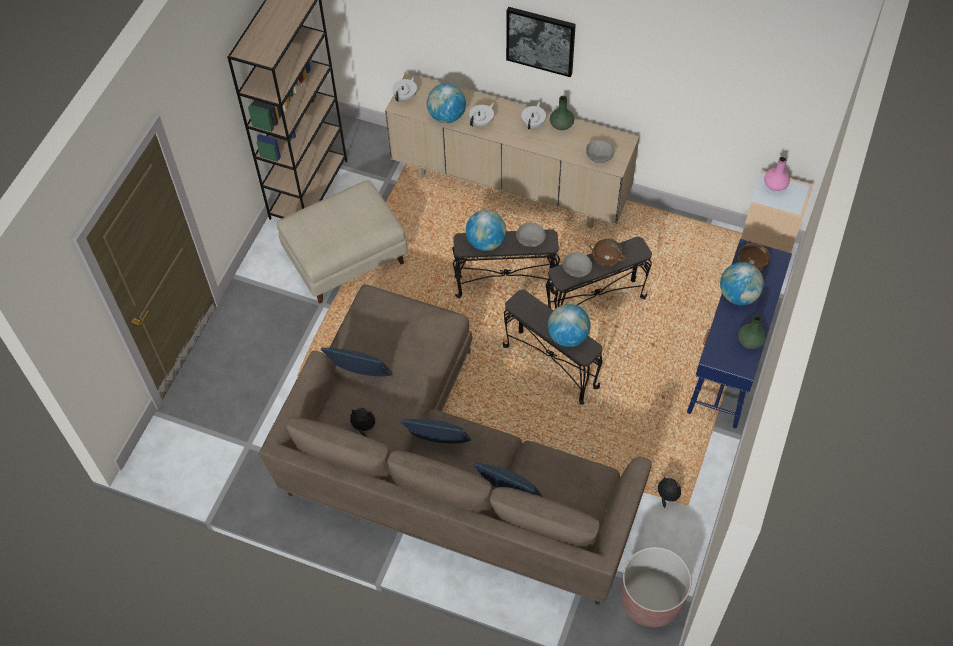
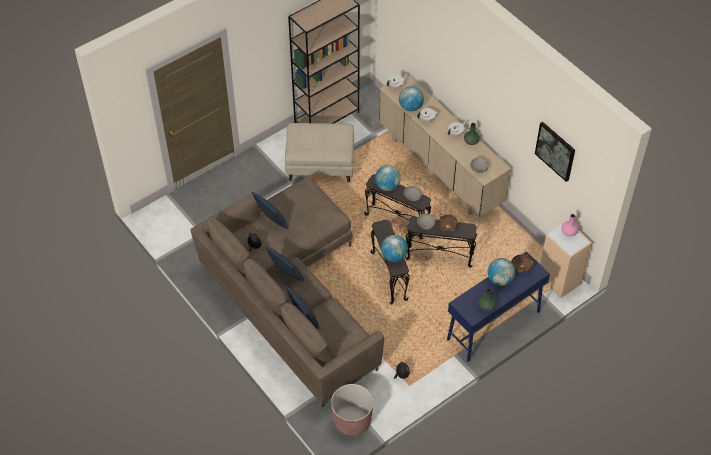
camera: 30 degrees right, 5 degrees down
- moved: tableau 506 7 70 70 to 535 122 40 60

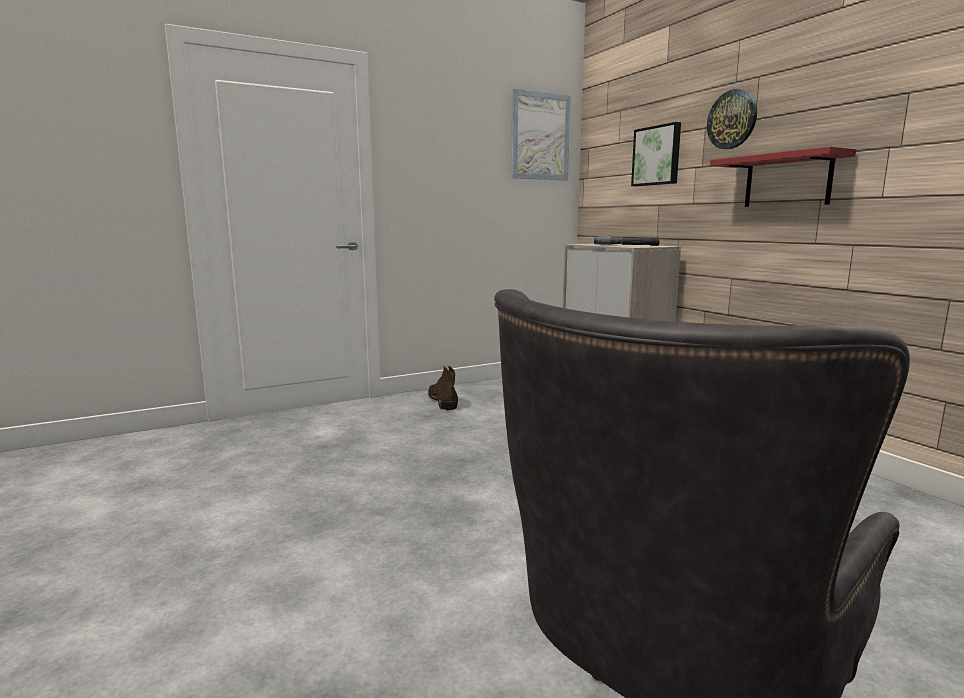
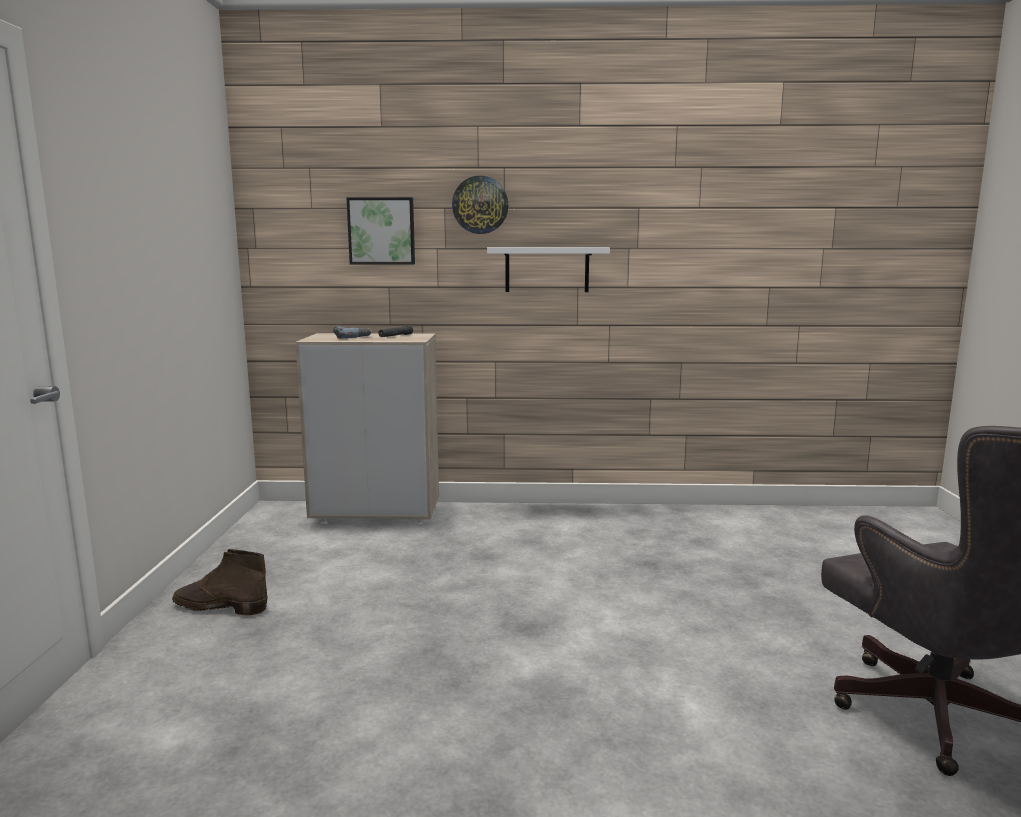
camera: 60 degrees left, 0 degrees up
- removed: tableau 511 89 60 92
- recoloured: étagère (rouge) 710 146 146 61 to étagère (blanc) 487 247 123 45

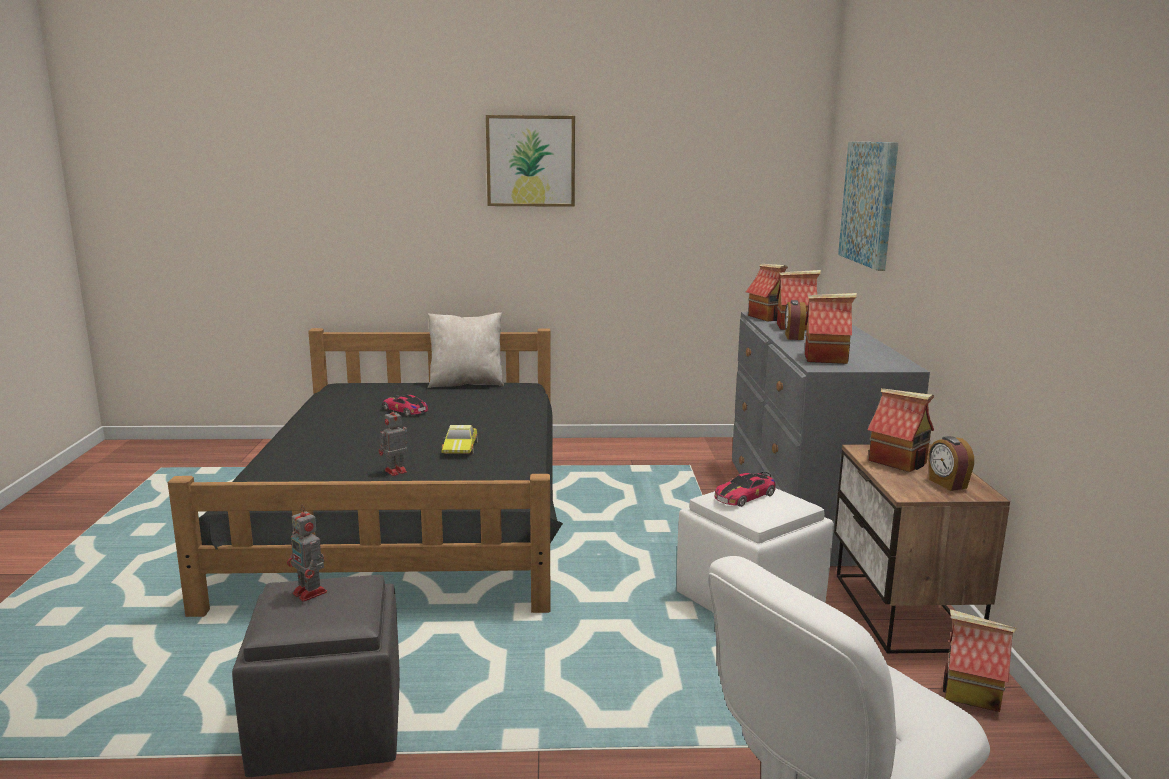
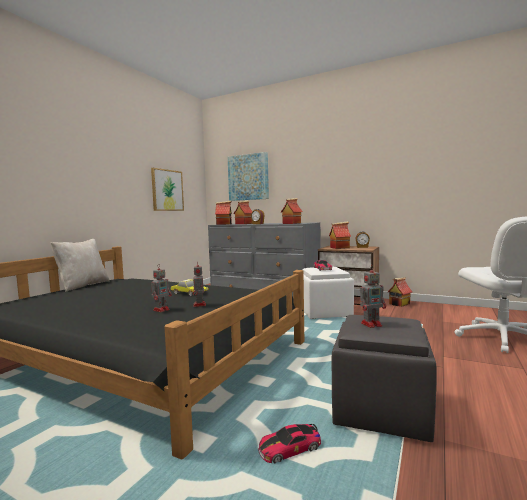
camera: 60 degrees left, 10 degrees down
- moved: petite voiture 383 395 45 21 to 258 424 63 40
- moved: tableau 486 115 89 92 to 151 168 33 43
- added: robot jouet 151 264 21 48

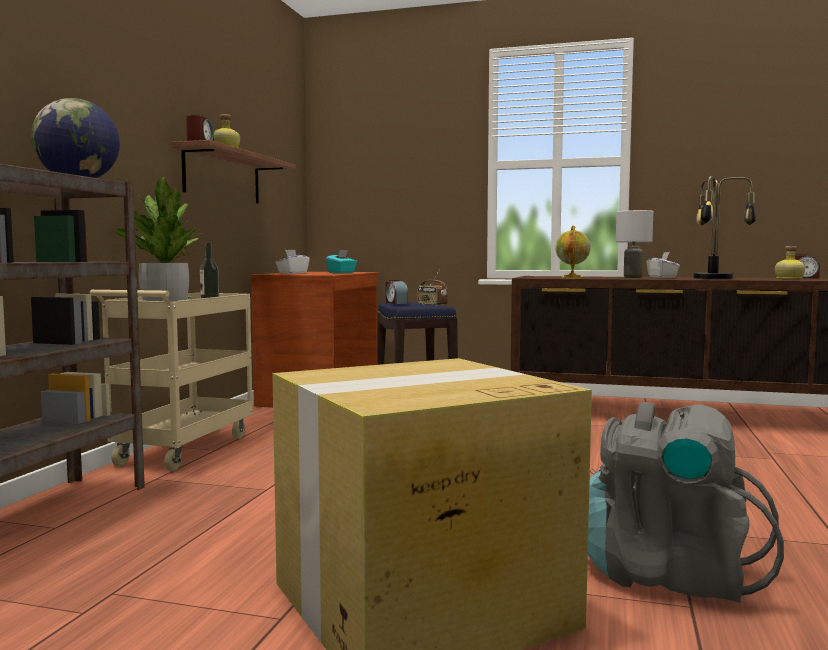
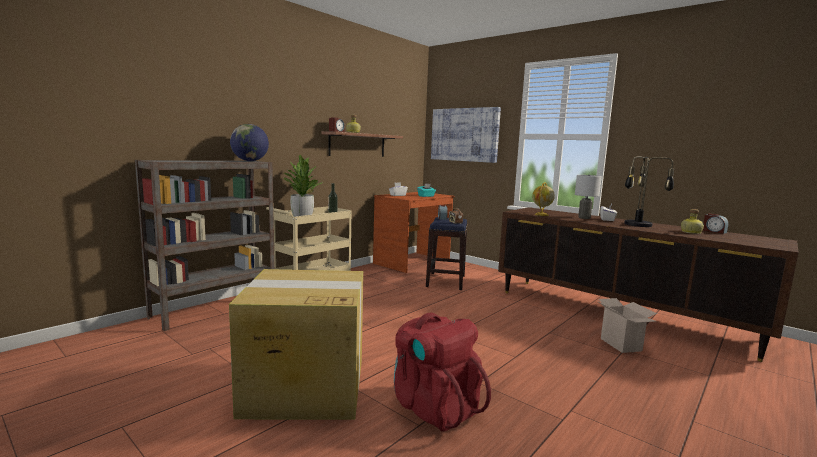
camera: 25 degrees right, 5 degrees up
- recoloured: sac à dos (gris) 588 402 196 201 to sac à dos (rouge) 394 313 97 118
- added: tableau 431 107 70 56
- added: carton 599 298 58 55

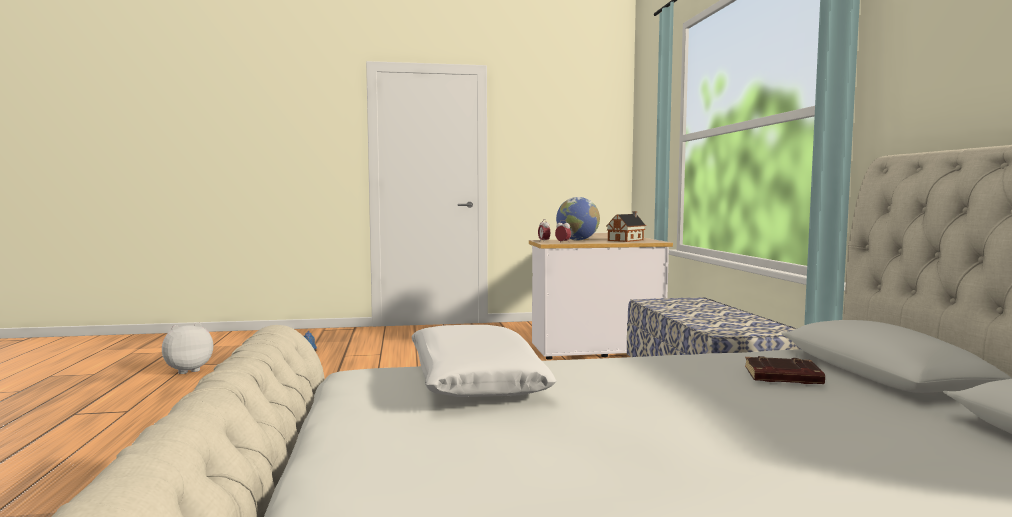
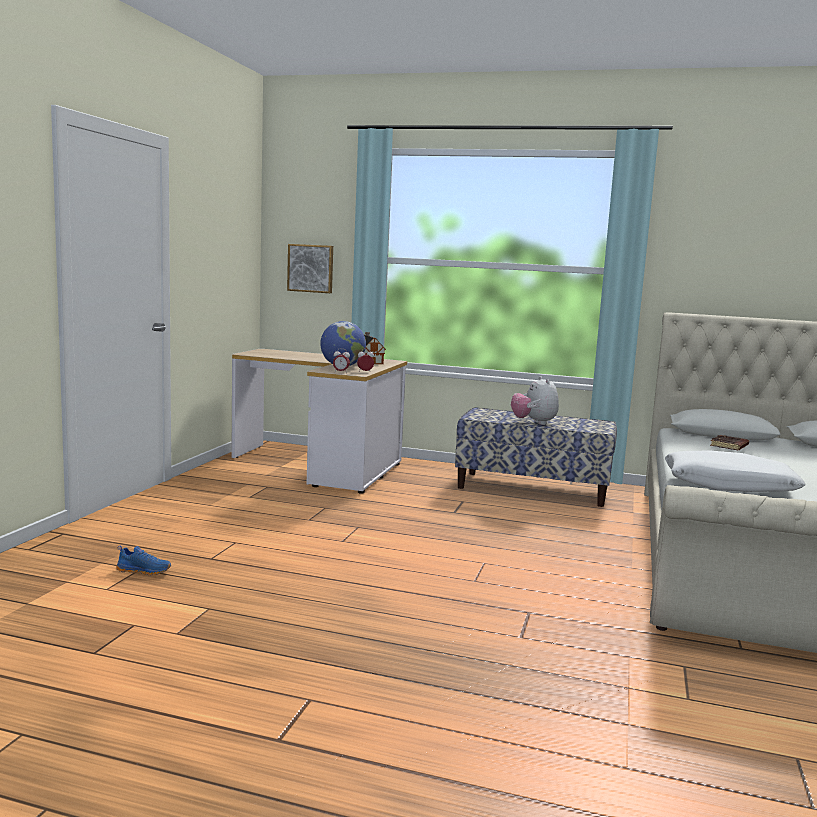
camera: 65 degrees left, 5 degrees up
- moved: peluche 162 322 51 52 to 511 376 48 49
- added: tableau 287 244 46 49

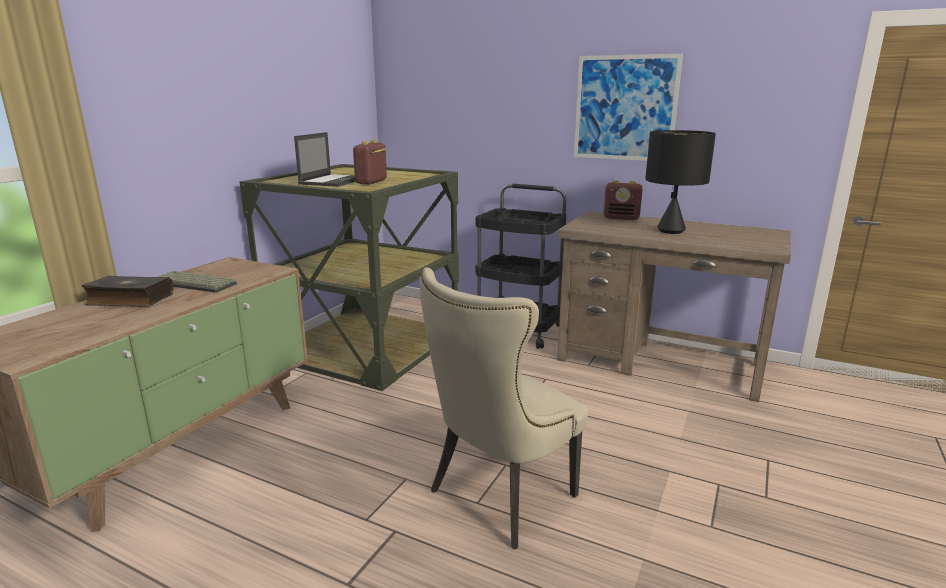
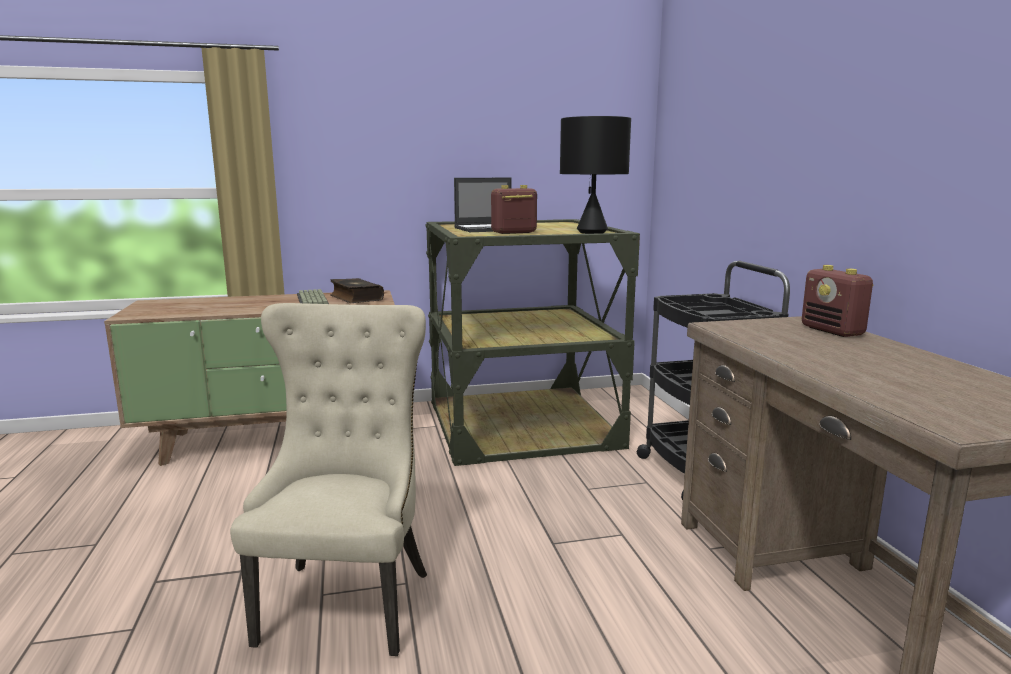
camera: 50 degrees right, 5 degrees down
- moved: livre 82 275 91 32 to 330 278 54 25
- turned: chaise (beige) 420 267 168 282 = 230 303 197 353 90 degrees clockwise
- removed: tableau 574 54 109 107
- moved: lampe de table (noir) 645 130 71 104 to 560 116 71 118

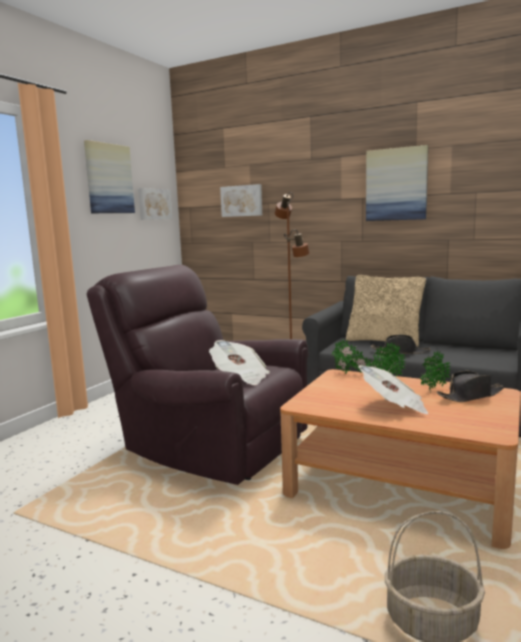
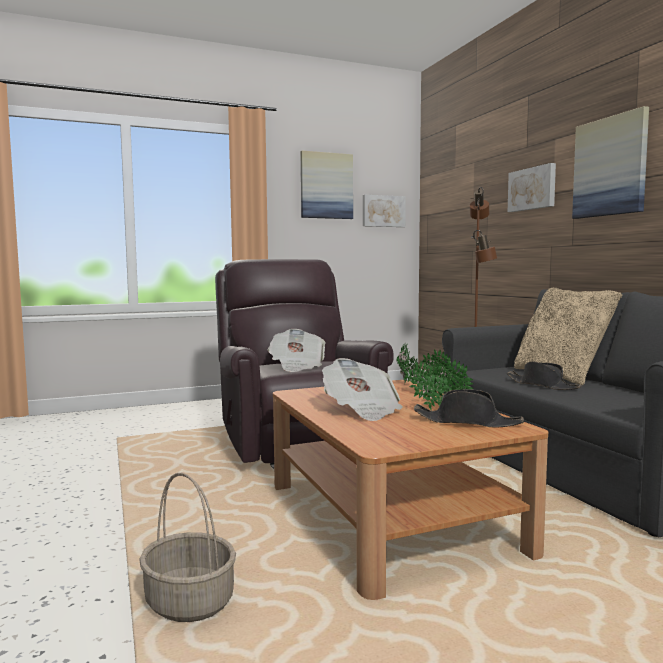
camera: 40 degrees right, 5 degrees down
- moved: tableau 220 184 42 33 to 508 163 48 49

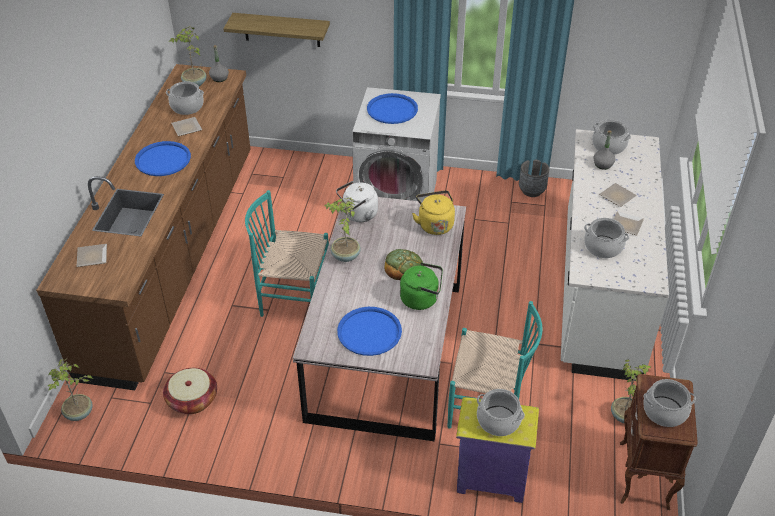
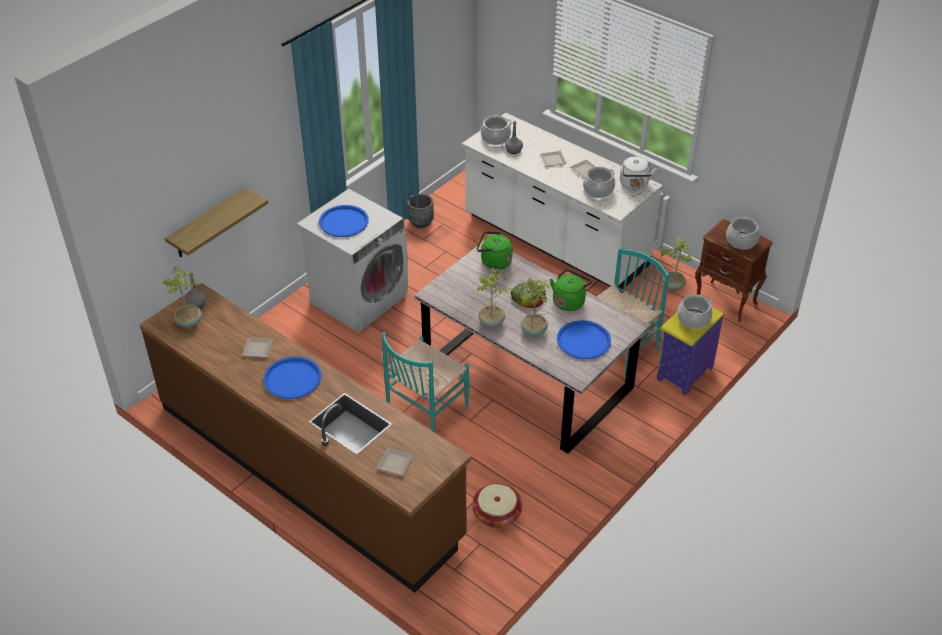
camera: 60 degrees left, 0 degrees up
- moved: plante en pot 48 358 45 63 to 520 277 30 59
- removed: marmite 166 81 38 34
- moved: bouilloire (blanc) 336 181 42 41 to 620 157 37 33
- recoloured: bouilloire (jaune) 412 190 43 45 to bouilloire (vert) 477 231 36 39

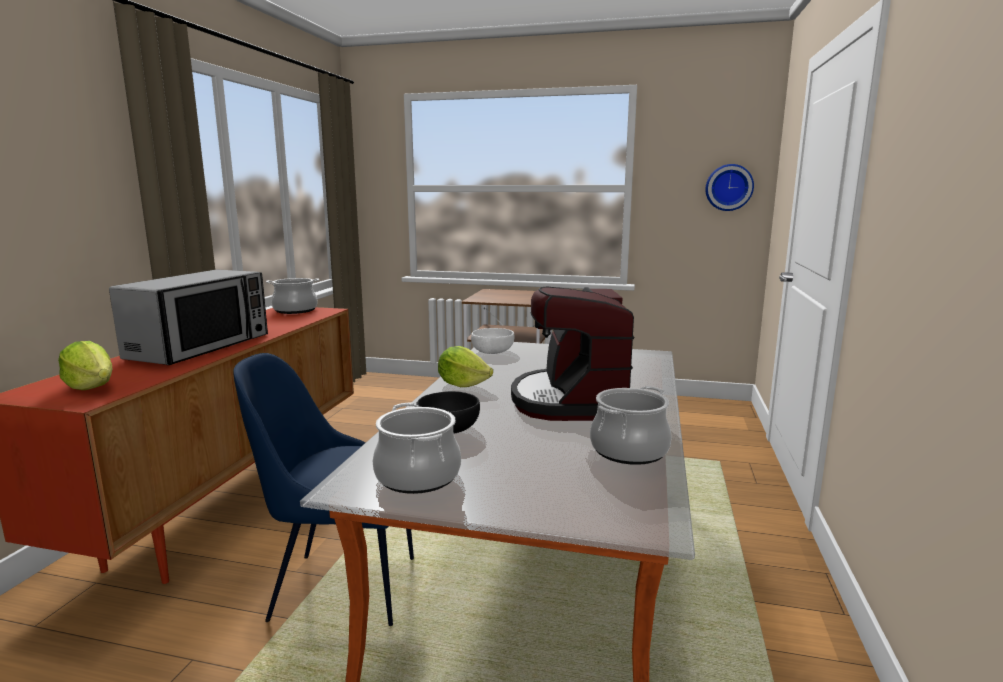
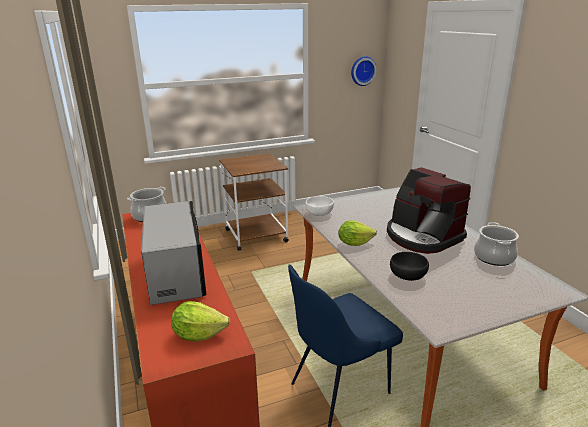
camera: 35 degrees left, 10 degrees up
- removed: marmite 373 403 88 91

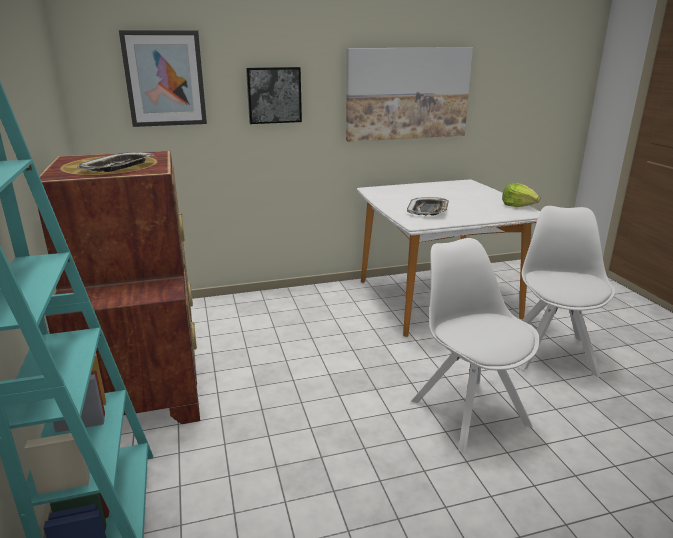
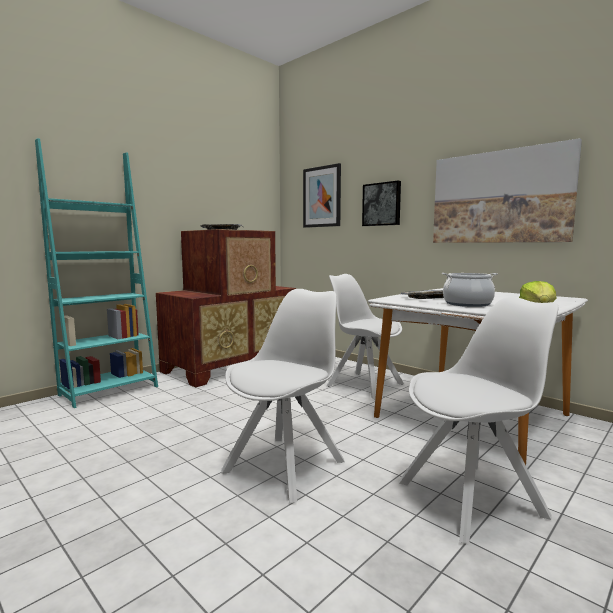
camera: 60 degrees right, 15 degrees down
- added: chaise (blanc) 327 274 77 125
- added: marmite 442 273 55 34

